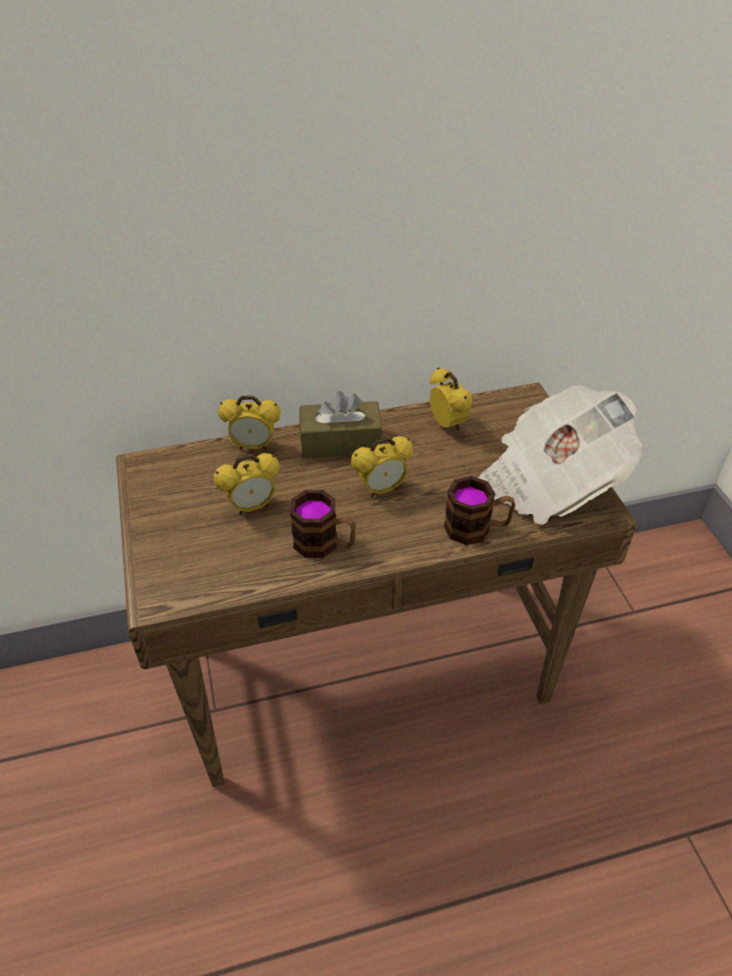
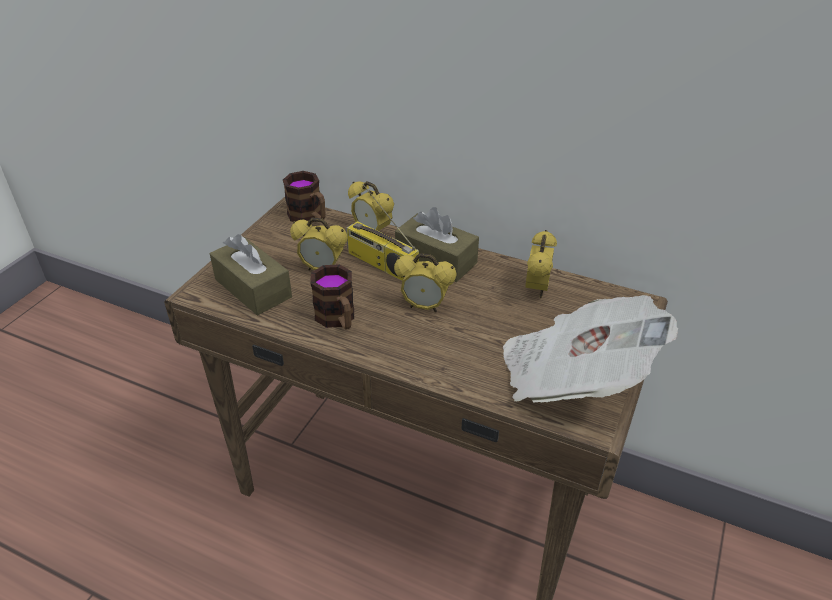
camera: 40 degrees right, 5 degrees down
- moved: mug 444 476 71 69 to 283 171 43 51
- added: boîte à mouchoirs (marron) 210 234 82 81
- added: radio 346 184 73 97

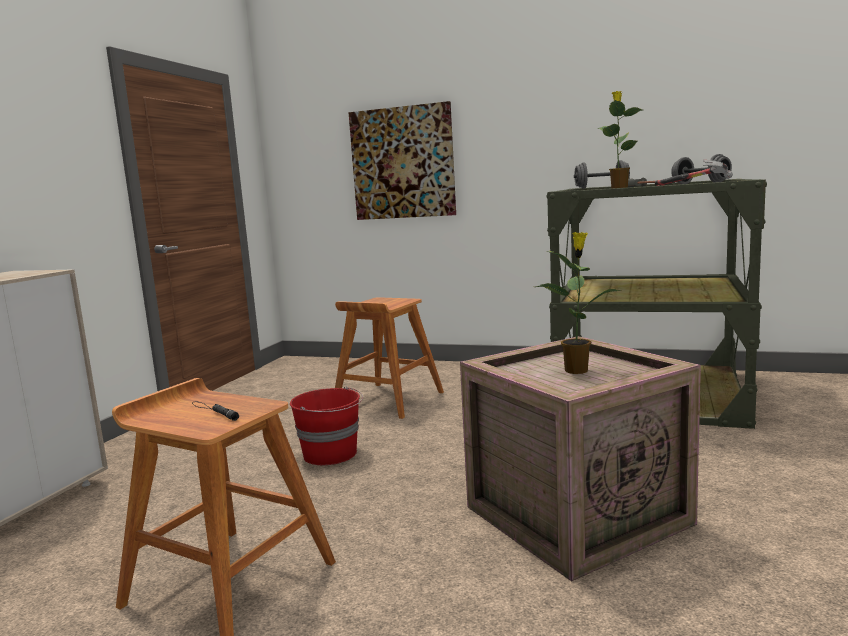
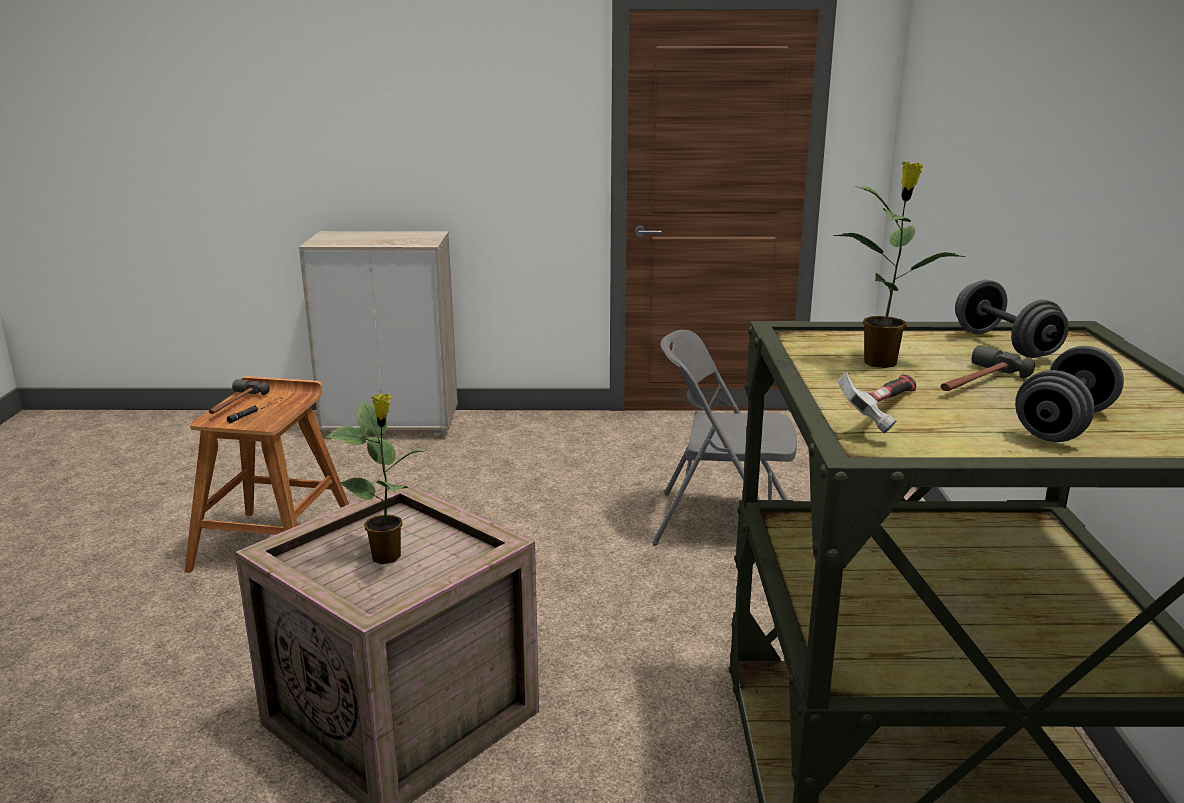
camera: 70 degrees right, 10 degrees up
- removed: seau (rouge) 290 386 73 79
- replaced: tabouret (marron) 335 297 109 122 to chaise (gris) 652 330 145 216
- removed: tableau 348 101 108 119
- added: marteau 209 379 61 35

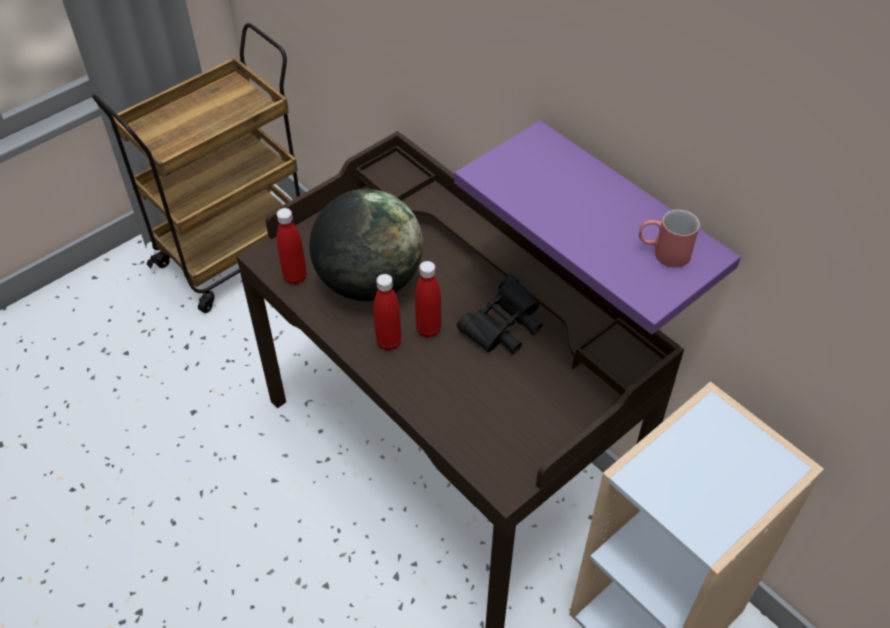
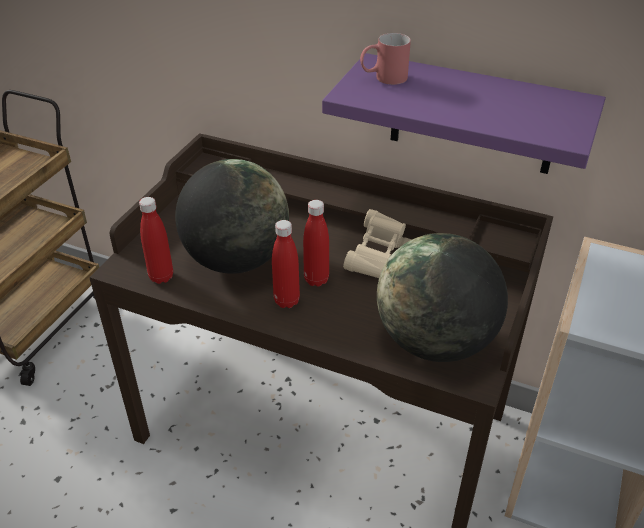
camera: 25 degrees left, 10 degrees down
- recoloured: jumelles (noir) 457 275 85 79 to jumelles (beige) 343 209 69 69
- moved: mug (rouge) 639 210 61 58 to 360 33 51 52
- added: globe 377 233 131 129

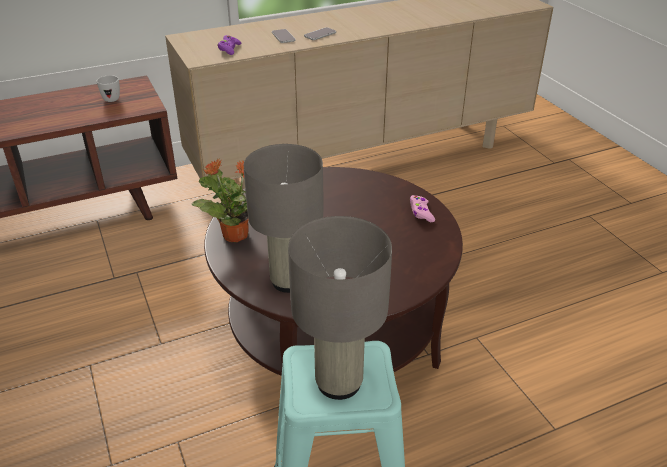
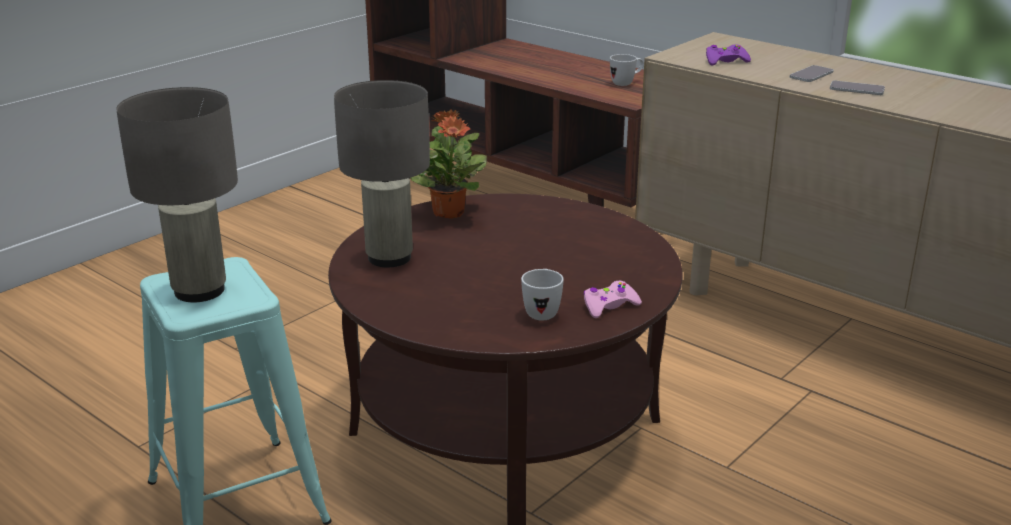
camera: 65 degrees right, 10 degrees down
- added: mug (blanc) 521 269 43 52

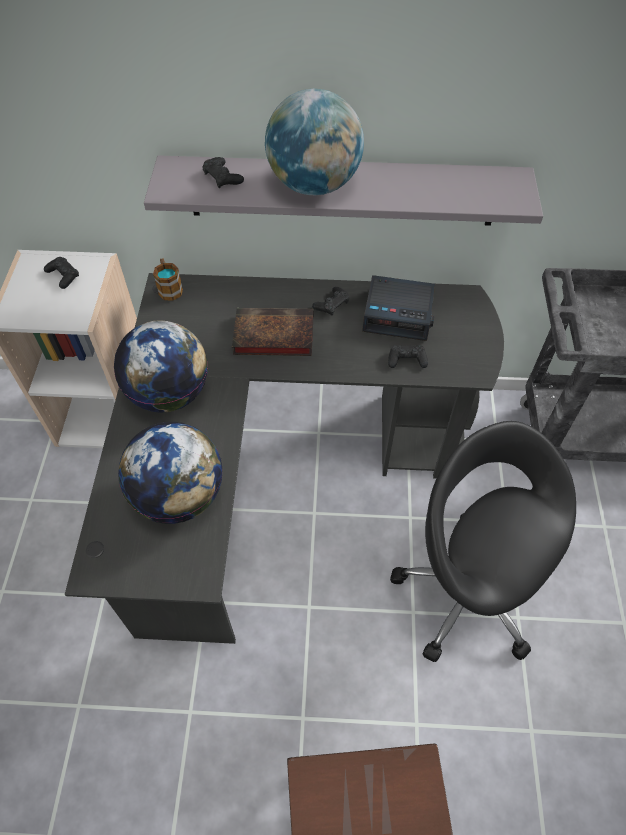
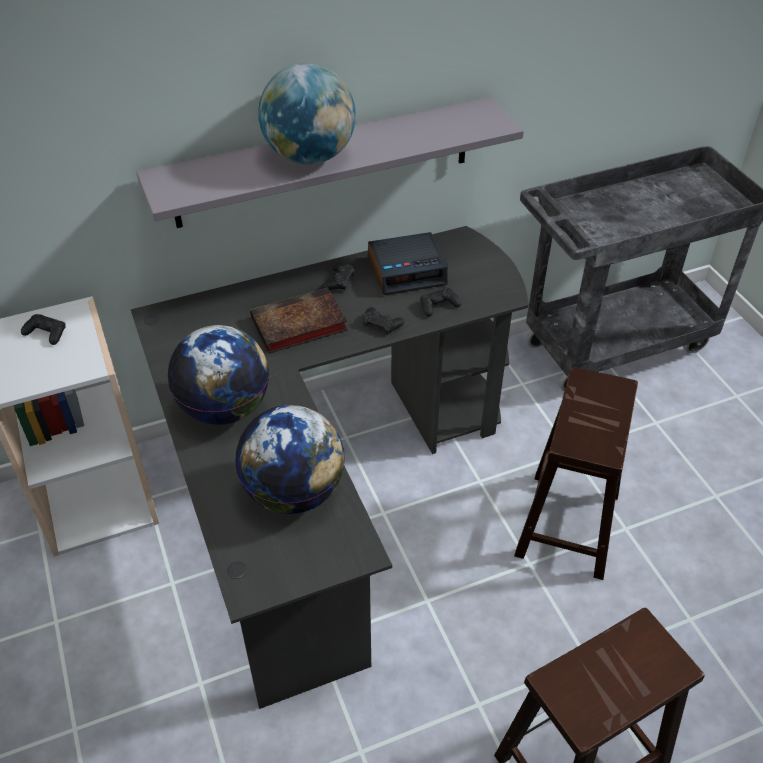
camera: 25 degrees left, 10 degrees down
- removed: mug 153 258 30 43
- moved: manette (noir) 202 157 42 31 to 363 307 42 28
- replaced: chaise de bureau (noir) 390 421 186 241 to tabouret (marron) 514 367 124 213

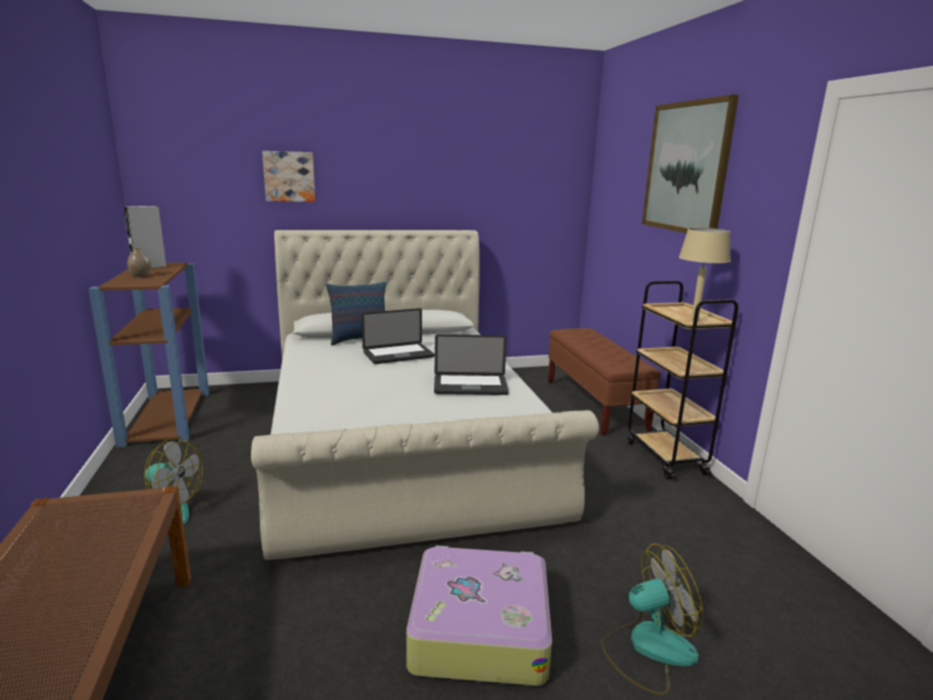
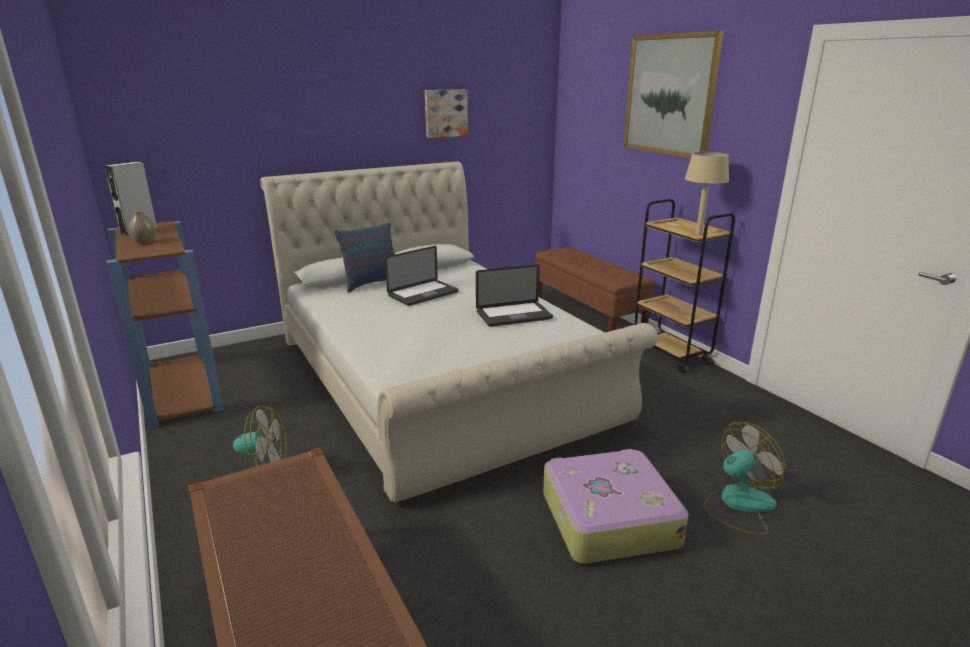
camera: 15 degrees left, 5 degrees up
- moved: tableau 262 151 53 51 to 425 89 43 49

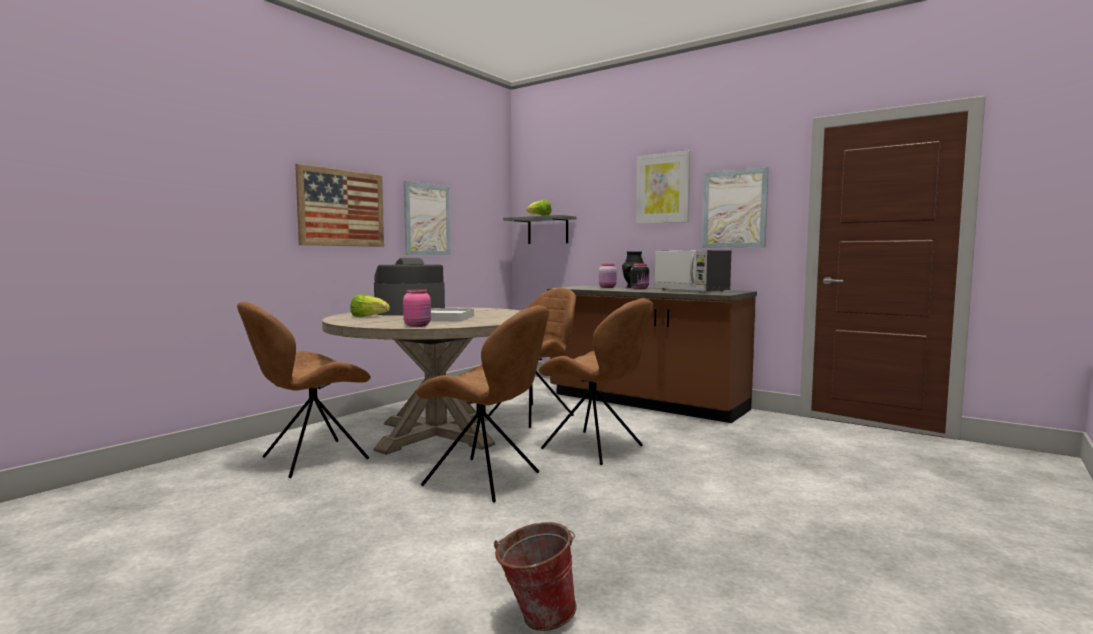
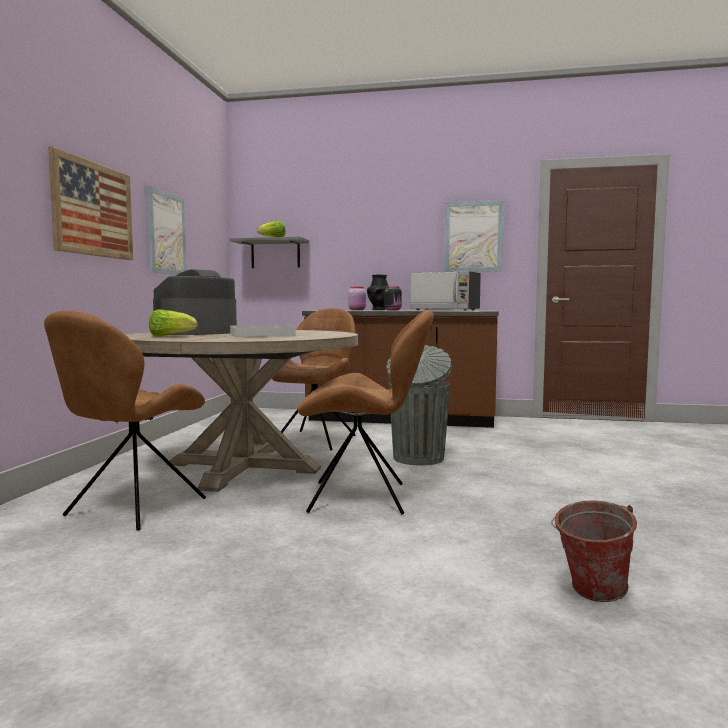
camera: 25 degrees left, 0 degrees up
- removed: bocal (rose) 403 289 28 38
- replaced: chaise (marron) 539 299 114 166 to poubelle (gris) 386 345 66 121
- removed: tableau 636 151 54 73

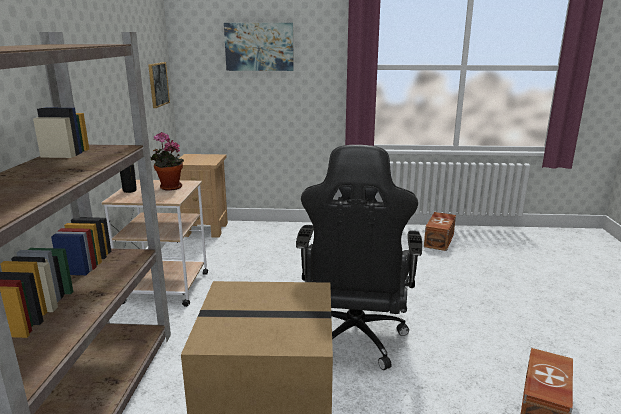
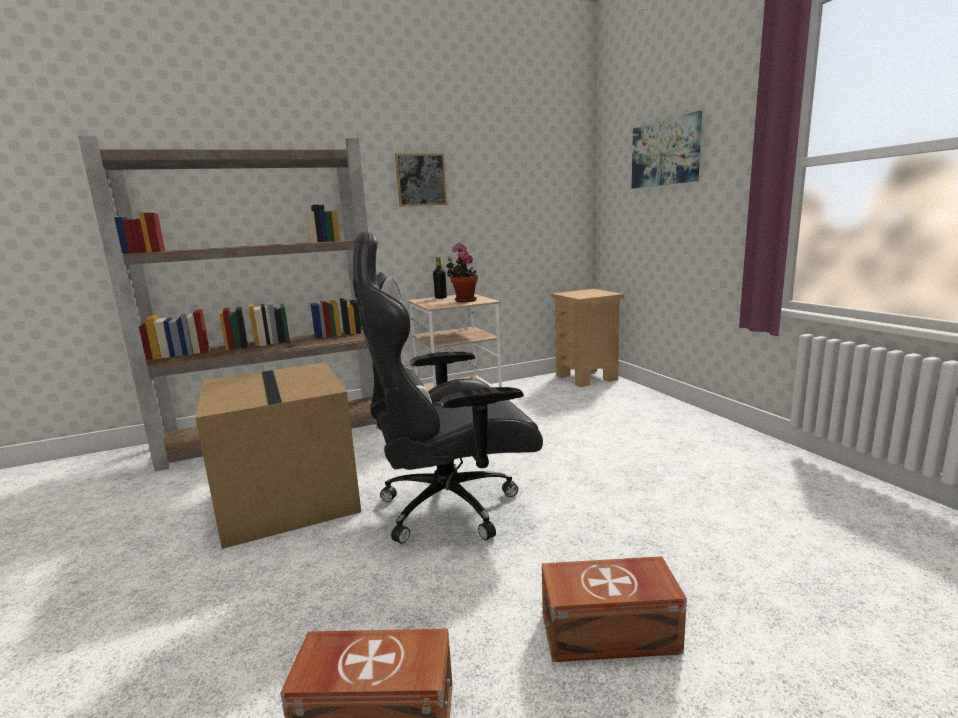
camera: 65 degrees right, 5 degrees down
- moved: tableau 148 62 22 46 to 395 154 52 53
- moved: boîte de rangement (marron) 424 212 32 39 to 542 556 145 106

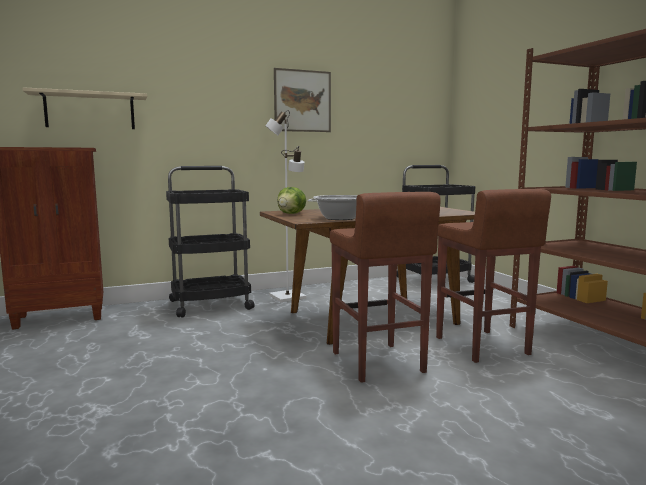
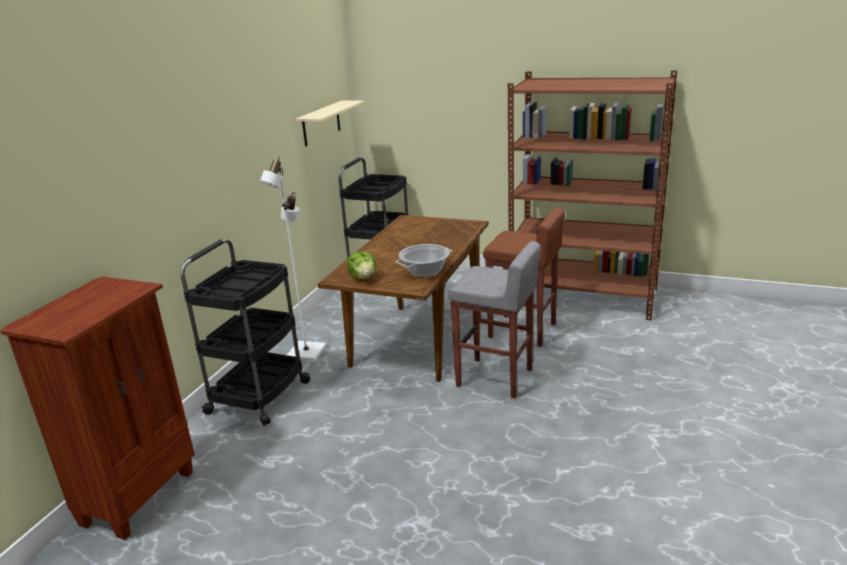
camera: 45 degrees left, 15 degrees up
- moved: étagère (beige) 22 87 125 42 to 296 100 68 46
- removed: tableau 274 68 57 64
- recoloured: tabouret (marron) 330 192 111 191 to tabouret (gris) 448 241 93 157

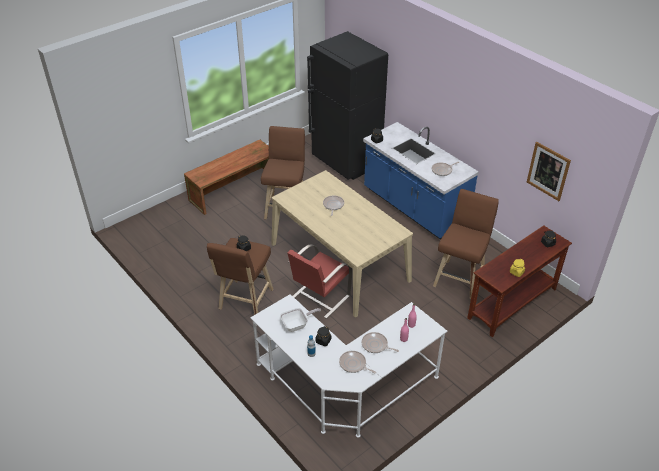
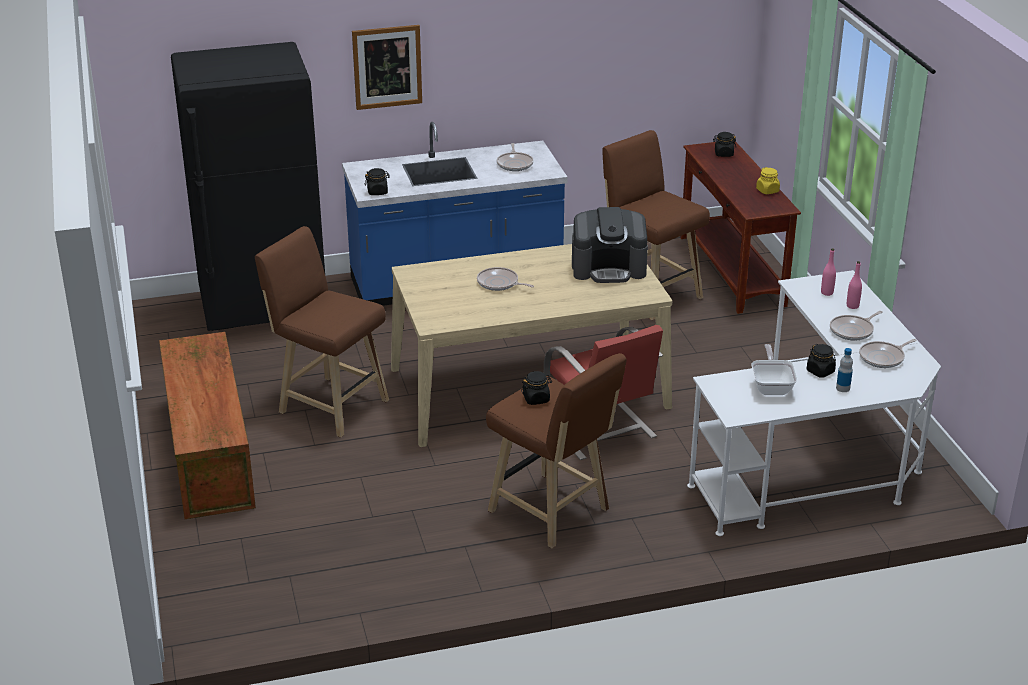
camera: 65 degrees left, 10 degrees down
- moved: tableau 527 142 44 59 to 352 25 70 85
- added: machine à café 572 207 76 76

